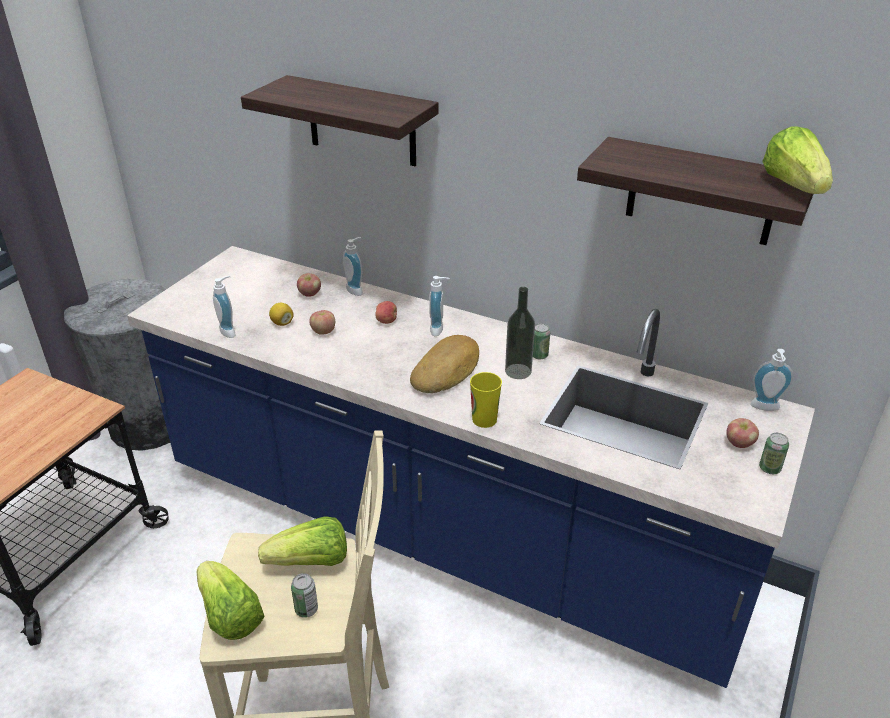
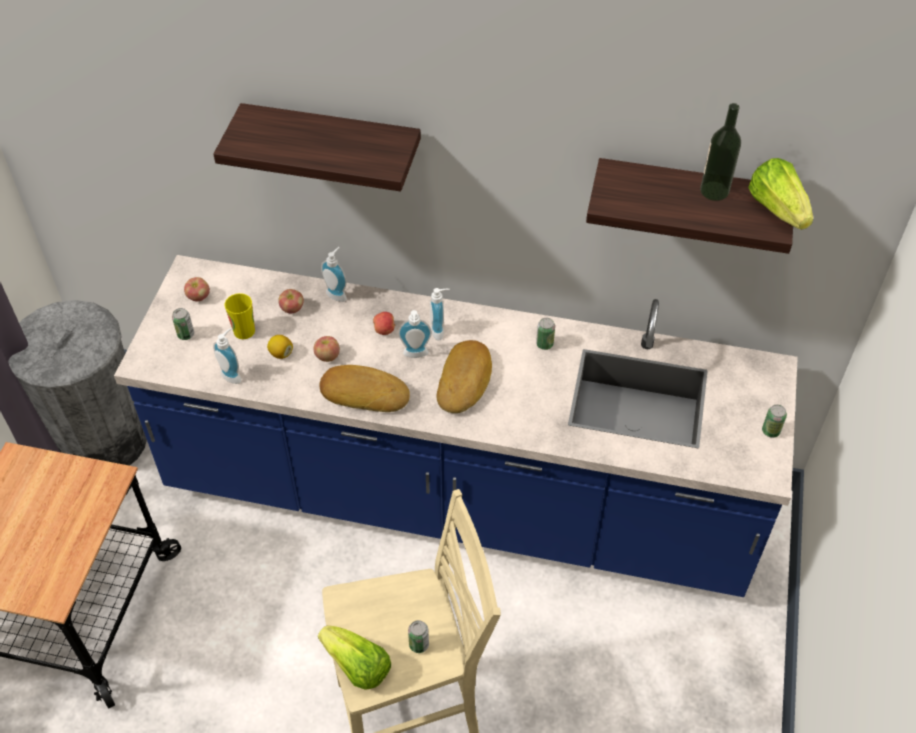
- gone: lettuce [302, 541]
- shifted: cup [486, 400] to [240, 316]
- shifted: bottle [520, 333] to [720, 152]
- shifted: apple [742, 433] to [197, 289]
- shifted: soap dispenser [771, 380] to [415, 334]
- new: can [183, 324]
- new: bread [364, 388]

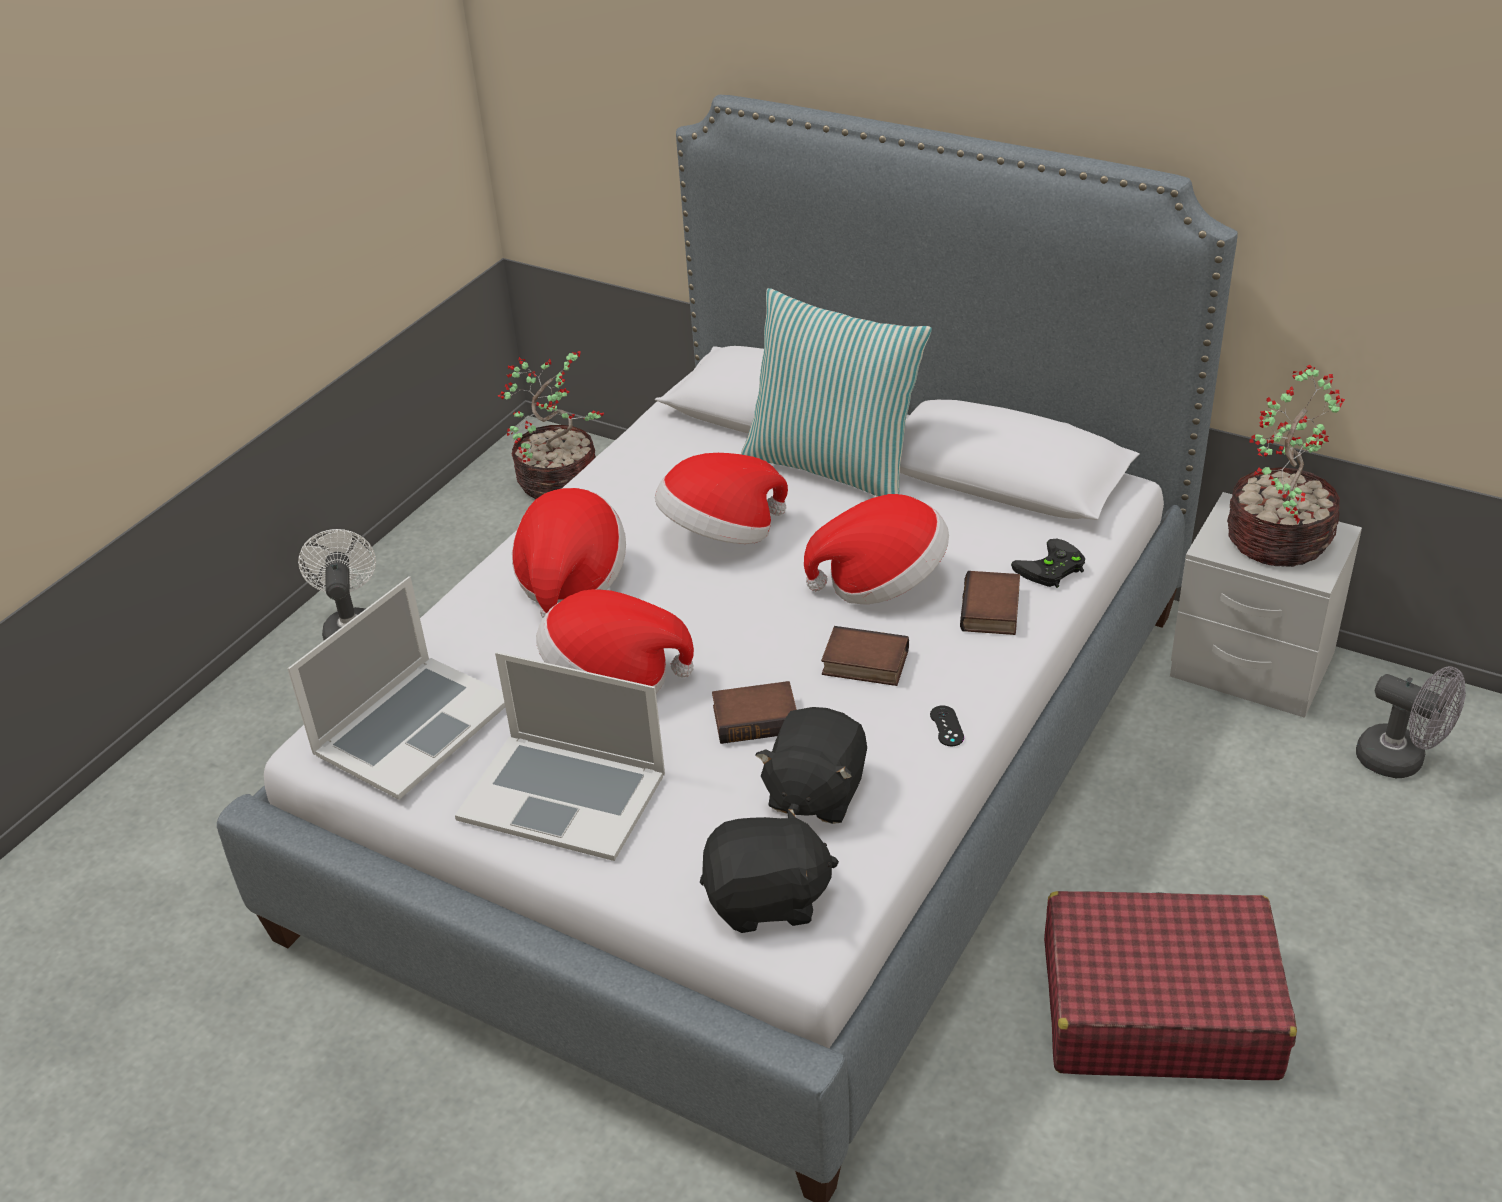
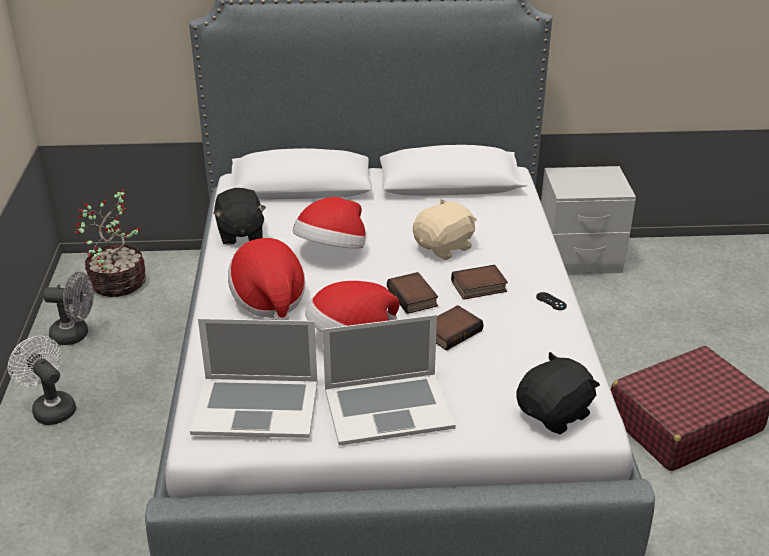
- rotated: laptop [396, 688] = [254, 378] 90 degrees clockwise
- gone: pillow [836, 392]
- shifted: plush toy (black) [811, 765] to [239, 216]
- swapped: hat [876, 549] to plush toy (beige) [445, 229]
- shifted: book [990, 603] to [412, 293]
- gone: game controller (black) [1048, 563]
- gone: potted plant [1286, 465]
- shifted: fan (grey) [1411, 722] to [68, 308]

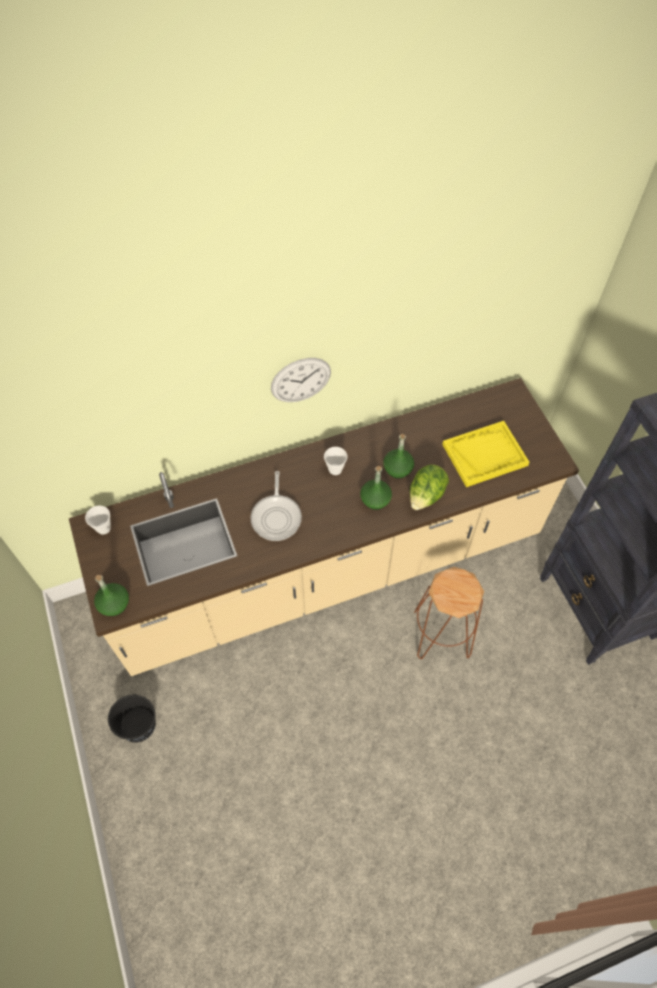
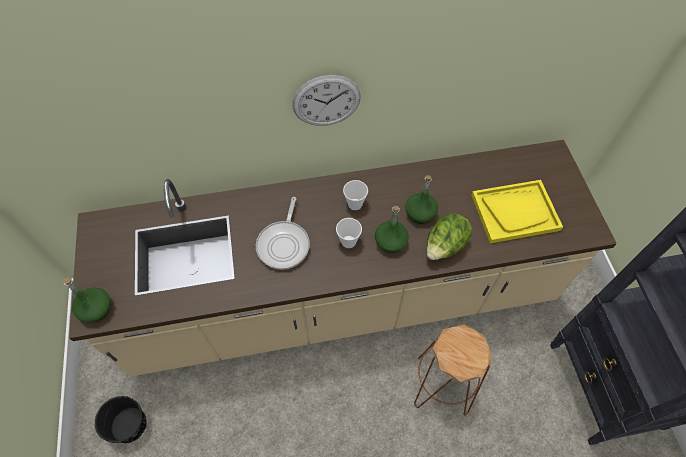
- shifted: cup [98, 520] to [349, 233]

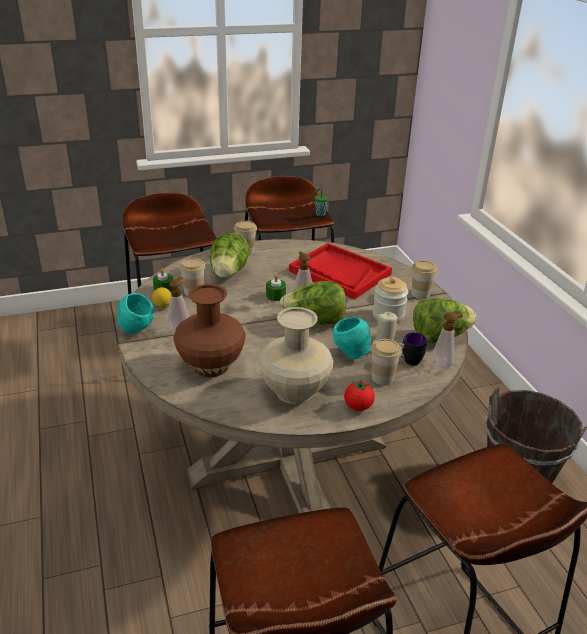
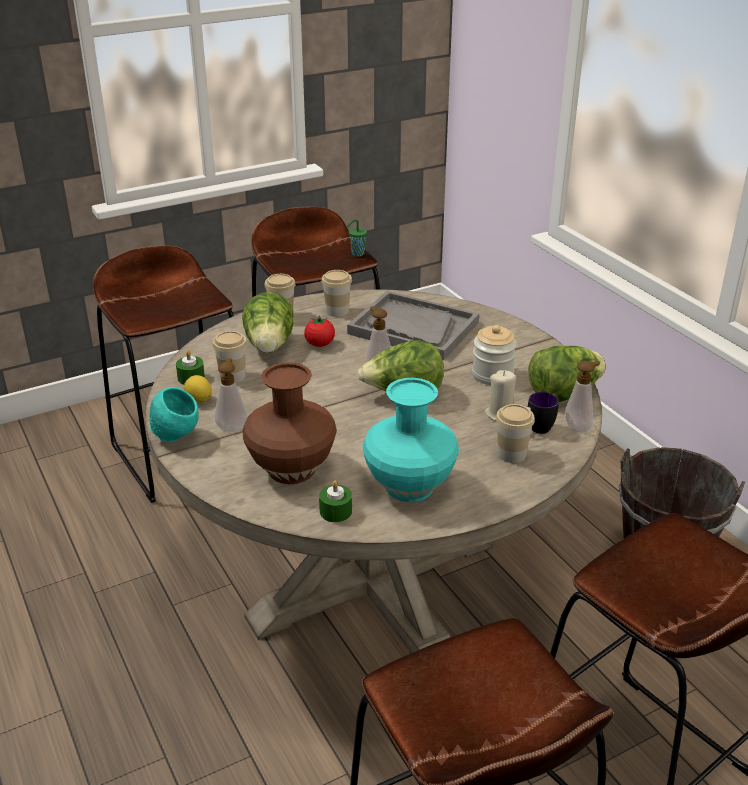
- repainted: vase (beige) [295, 355] to vase (turquoise) [410, 440]
- shifted: candle (green) [276, 288] to [335, 501]
- repainted: tray (red) [340, 271] to tray (grey) [413, 325]
- gone: bowl (turquoise) [352, 338]
- shifted: tomato [359, 395] to [319, 331]
- shifted: cup [424, 279] to [336, 293]

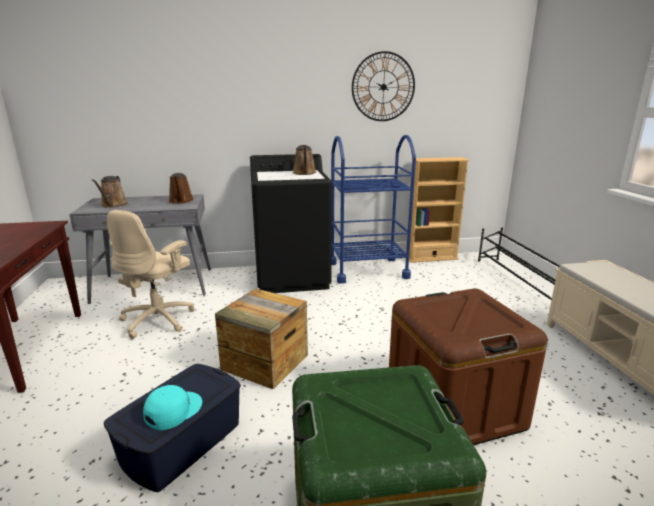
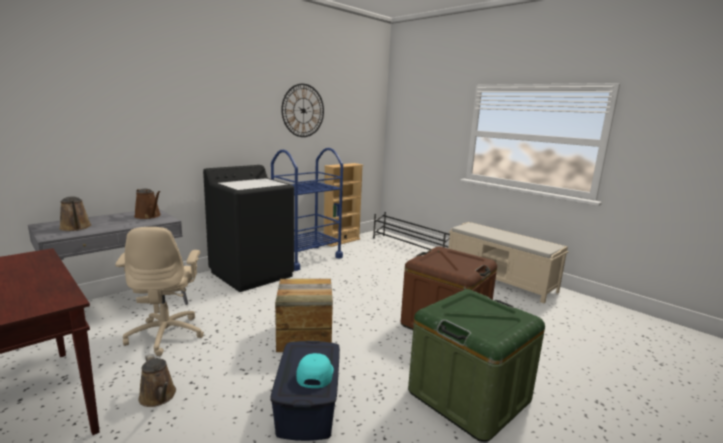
- shifted: watering can (brown) [304, 160] to [157, 380]

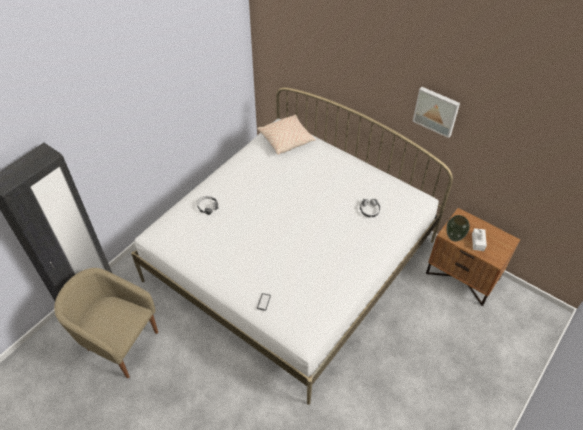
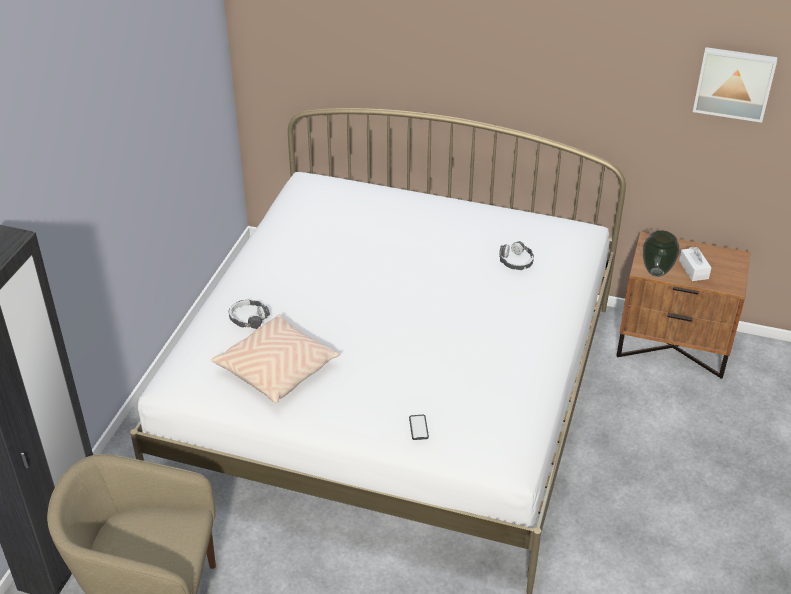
- shifted: pillow (beige) [286, 135] to [275, 358]
- shifted: picture [436, 112] to [735, 85]

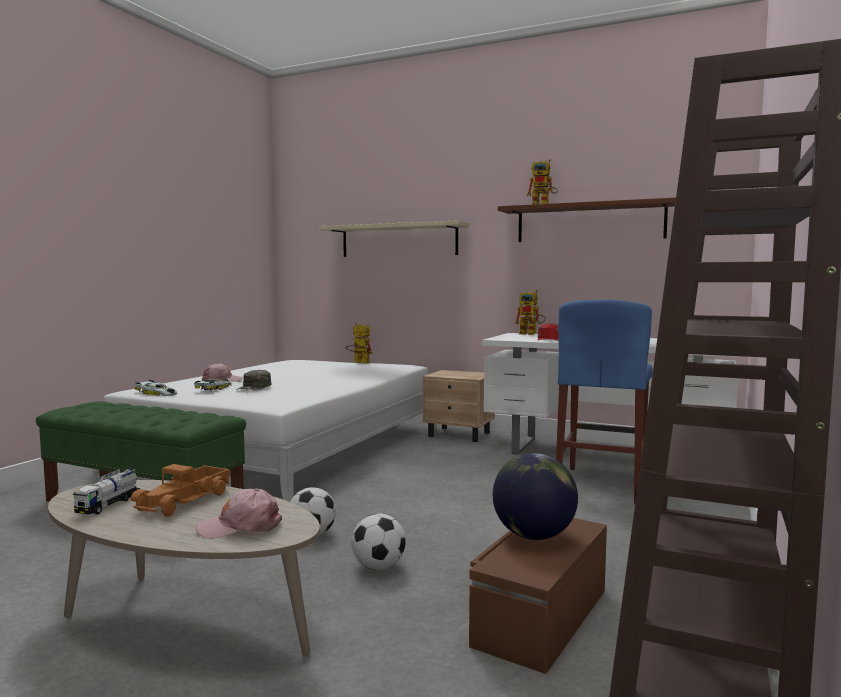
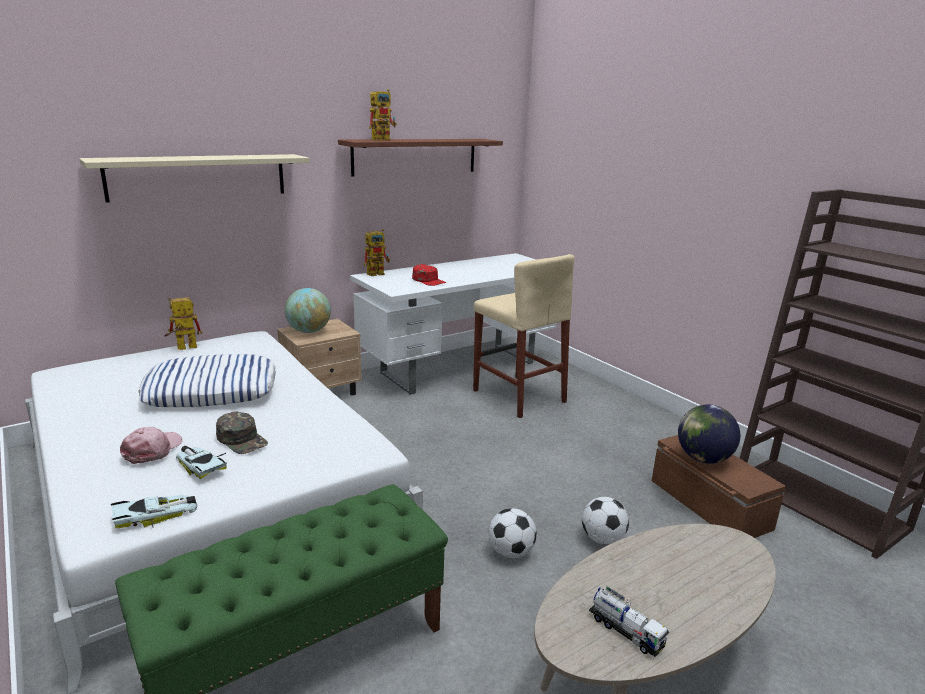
- gone: toy truck [180, 490]
- gone: cap (pink) [239, 513]
- repainted: stool (blue) [604, 402] to stool (beige) [524, 336]
- new: pillow [207, 380]
- new: globe [308, 310]

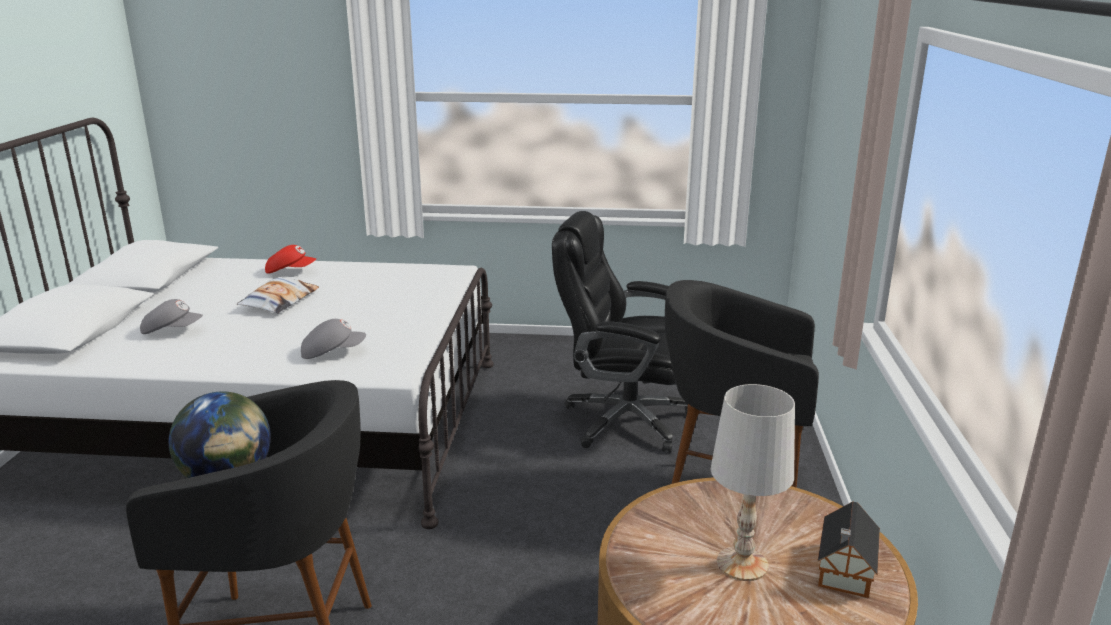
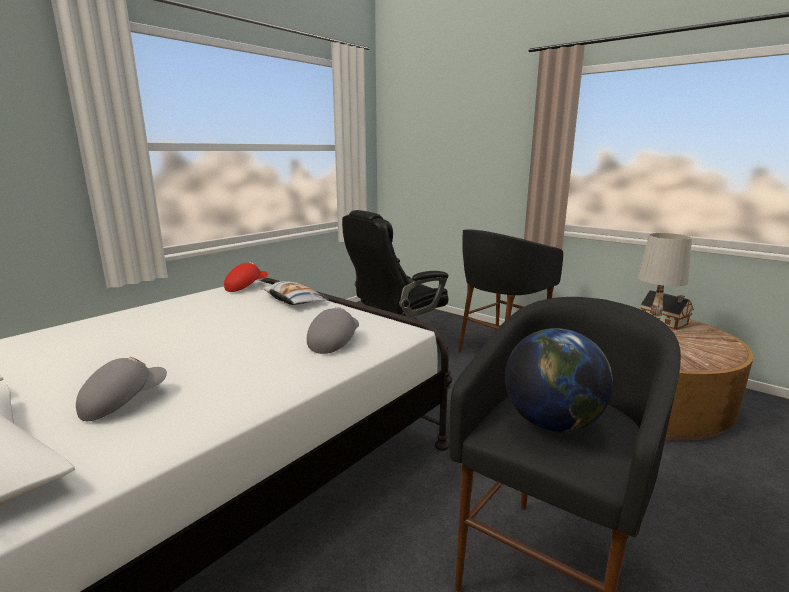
- shifted: pillow [278, 295] to [295, 293]
- shifted: cap (red) [290, 259] to [246, 277]

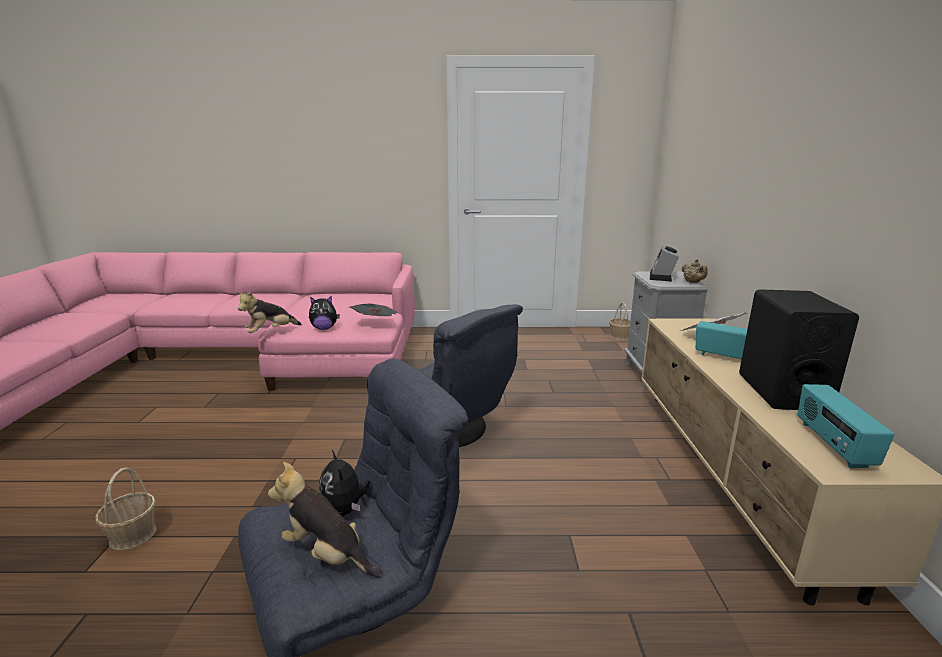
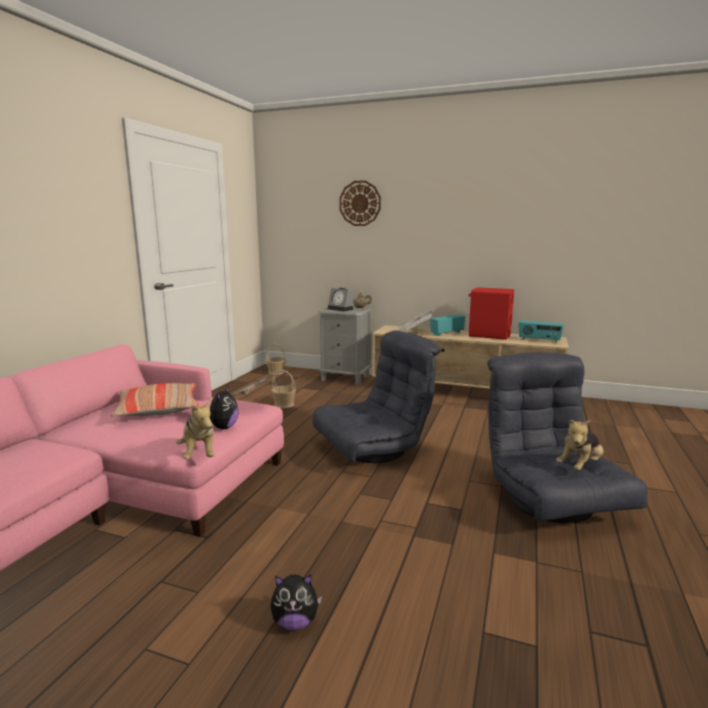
- shifted: basket [126, 509] to [283, 389]
- shifted: plush toy [344, 483] to [296, 602]
- repainted: speaker (black) [799, 349] to speaker (red) [491, 313]
- new: pillow [155, 399]
- new: wall clock [360, 203]

